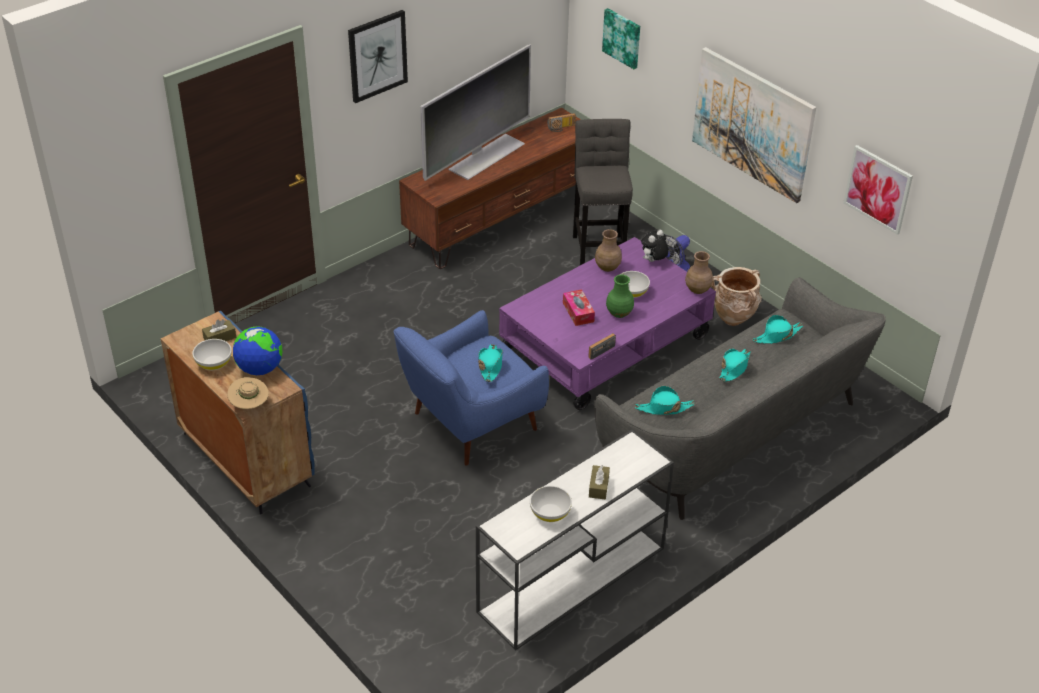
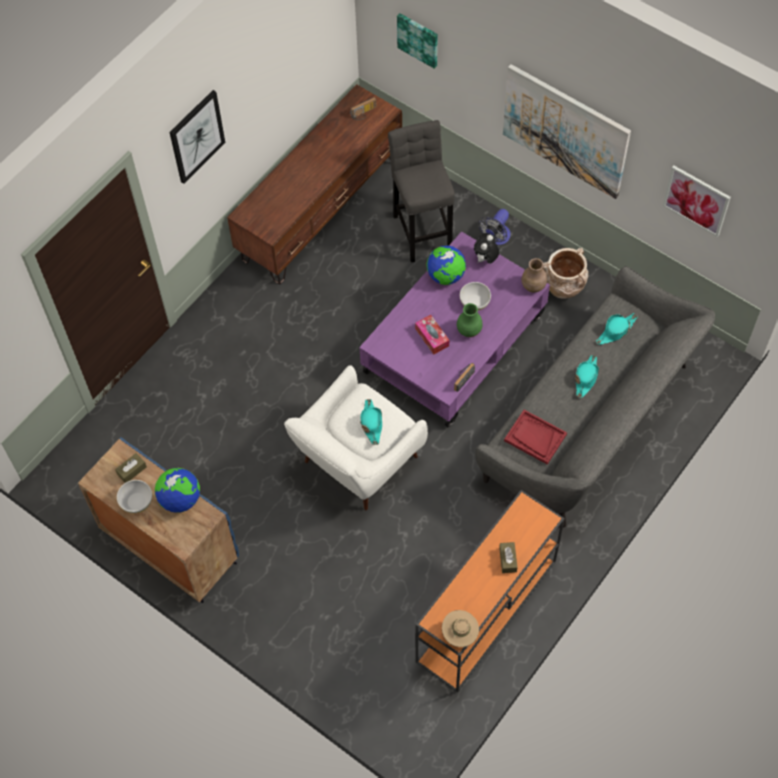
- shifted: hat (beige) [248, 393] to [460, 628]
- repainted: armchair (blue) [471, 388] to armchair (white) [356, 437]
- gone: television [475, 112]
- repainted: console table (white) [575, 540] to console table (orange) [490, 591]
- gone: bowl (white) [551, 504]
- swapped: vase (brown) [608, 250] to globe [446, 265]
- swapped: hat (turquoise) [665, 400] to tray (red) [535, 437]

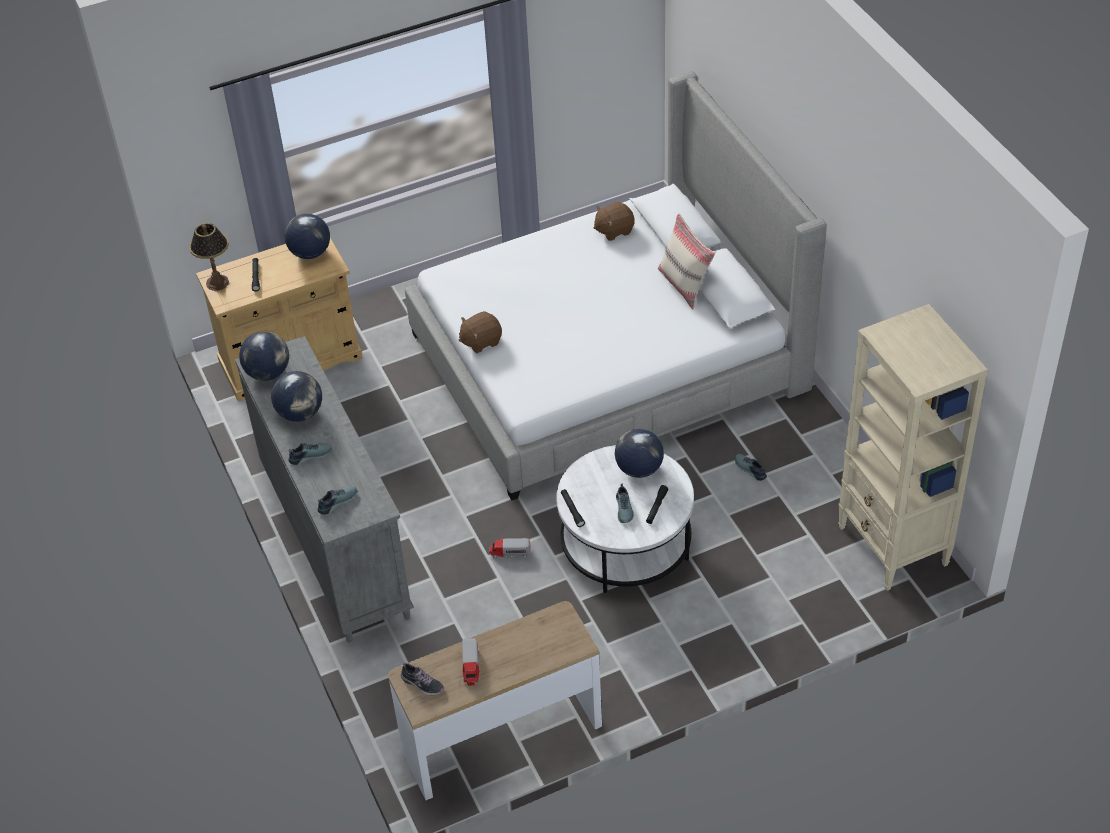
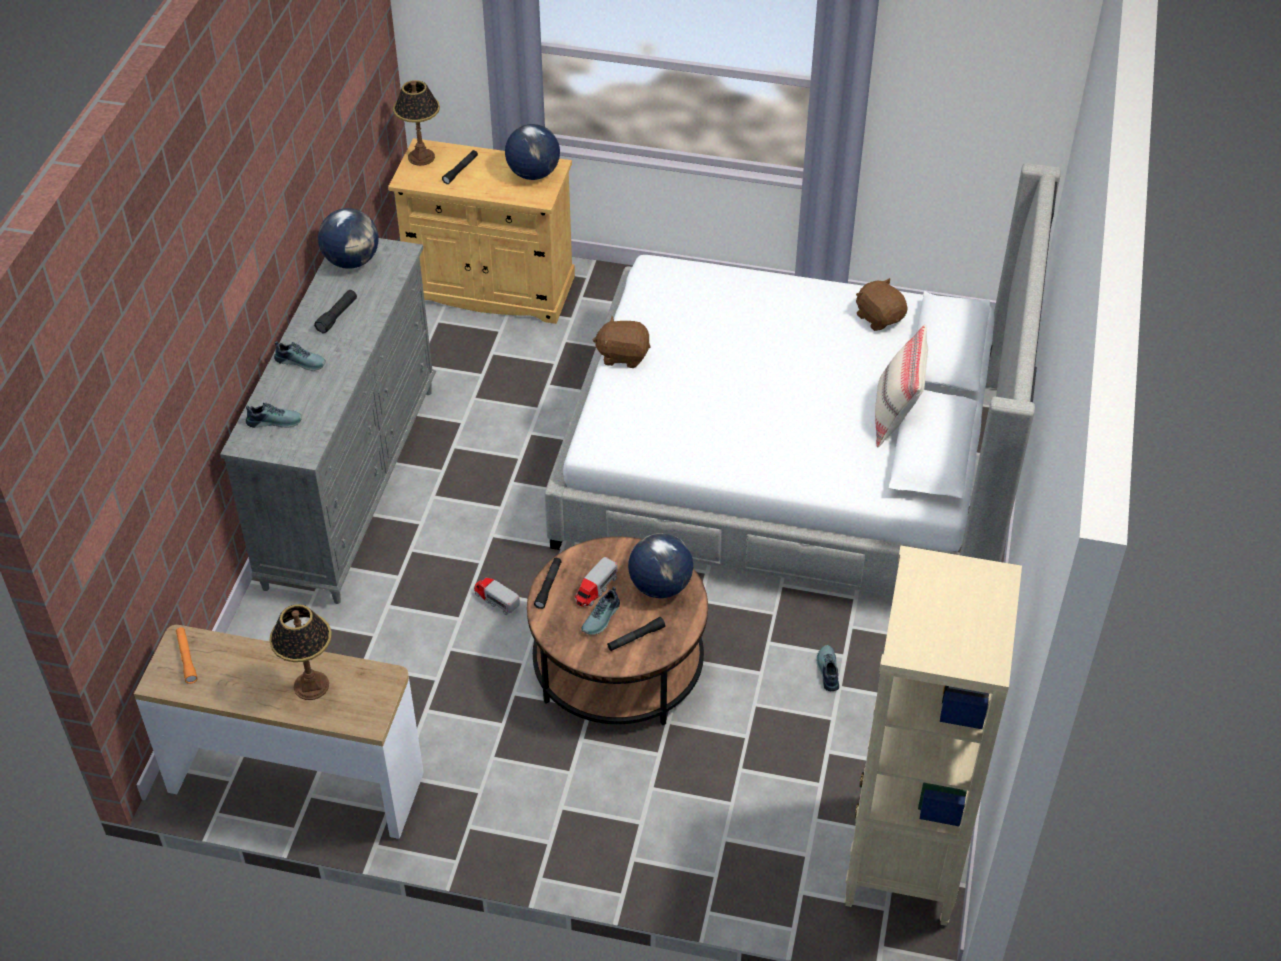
- swapped: globe [296, 396] to flashlight (black) [335, 311]
- swapped: shoe [422, 678] to flashlight (orange) [187, 655]
- shifted: toy truck [471, 662] to [596, 582]
- repainted: coffee table (white) [625, 519] to coffee table (brown) [617, 631]
- rotated: plush toy (brown) [614, 221] = [882, 304] 45 degrees clockwise
- new: table lamp [300, 652]

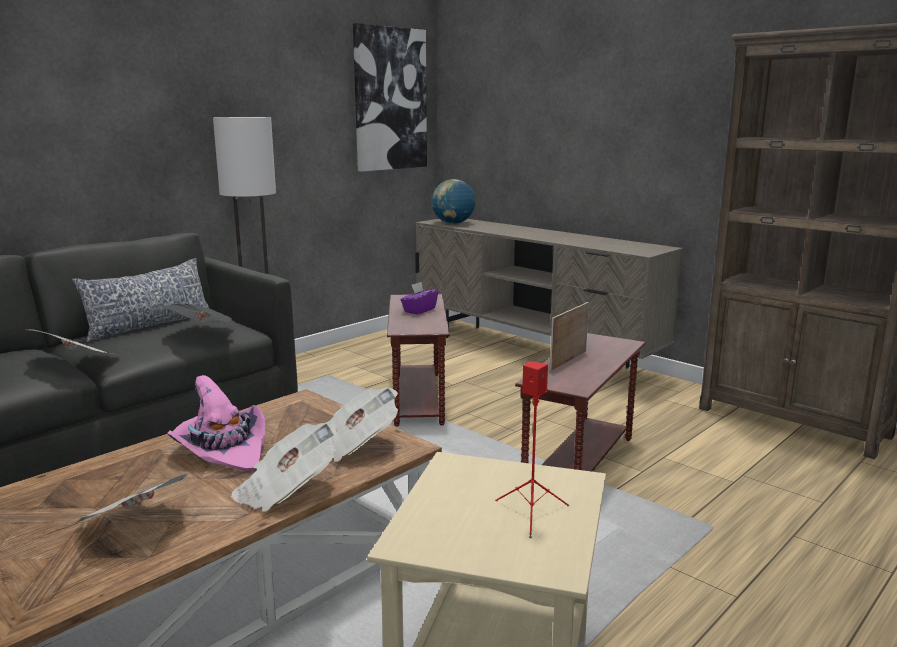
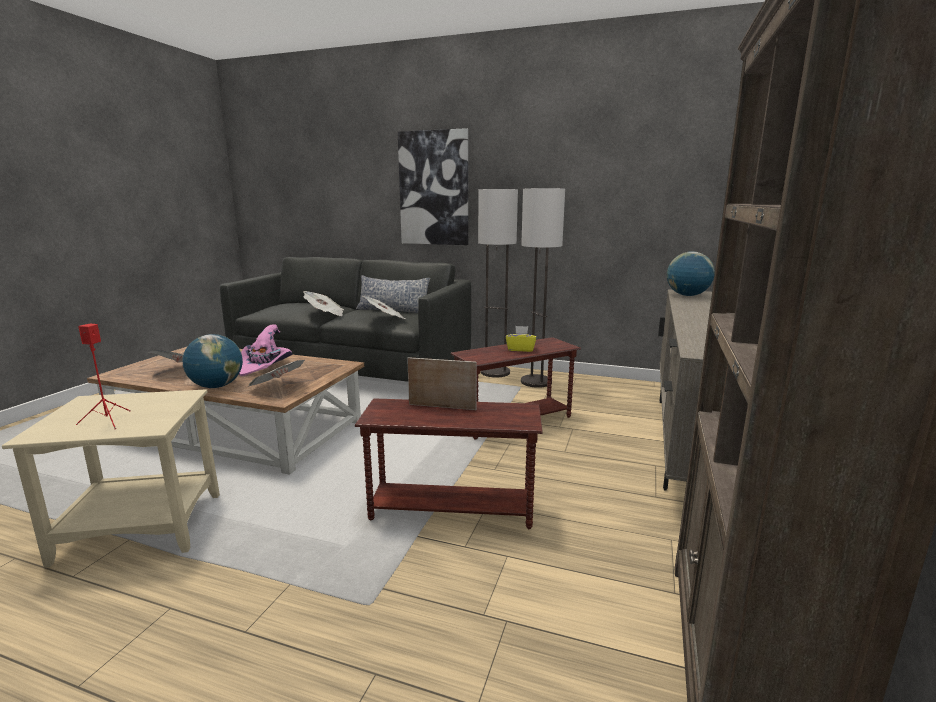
- swapped: newspaper [284, 467] to globe [212, 361]
- shifted: picture [390, 97] to [433, 186]
- repainted: tissue box (purple) [419, 298] to tissue box (yellow) [521, 339]
- new: floor lamp [543, 288]

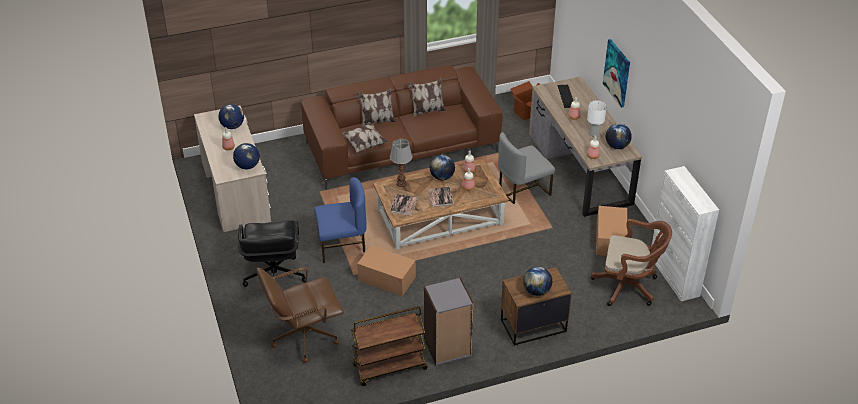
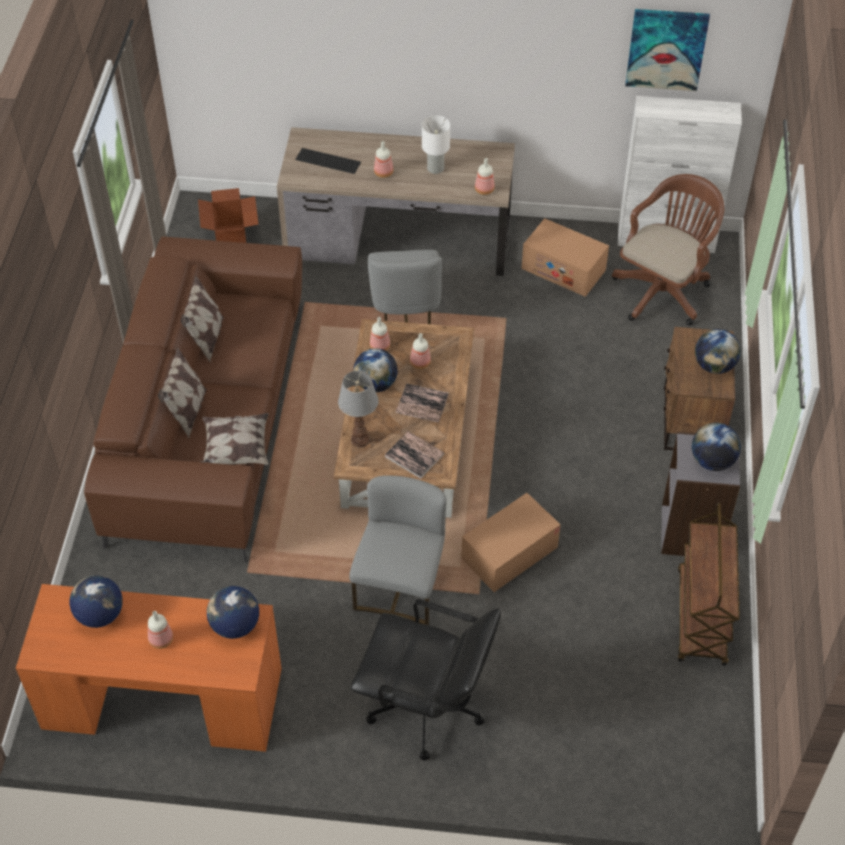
- repainted: desk (beige) [232, 168] to desk (orange) [149, 668]
- gone: office chair (brown) [299, 315]
- repainted: chair (blue) [340, 220] to chair (grey) [398, 550]
- shifted: picture [616, 73] to [667, 50]
- shifted: globe [619, 136] to [716, 447]

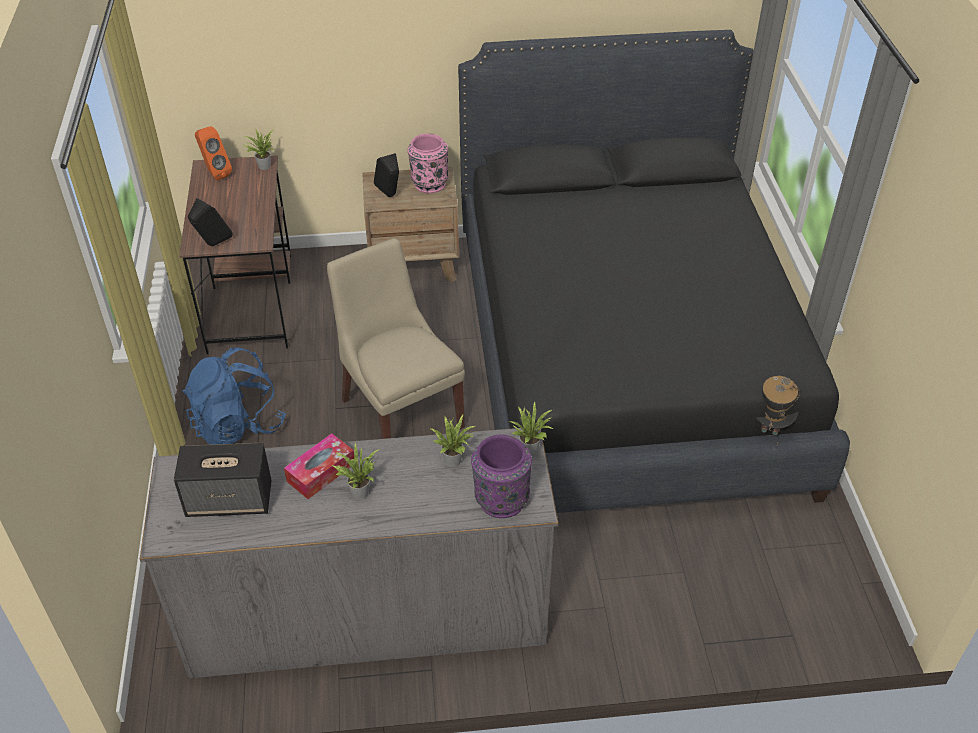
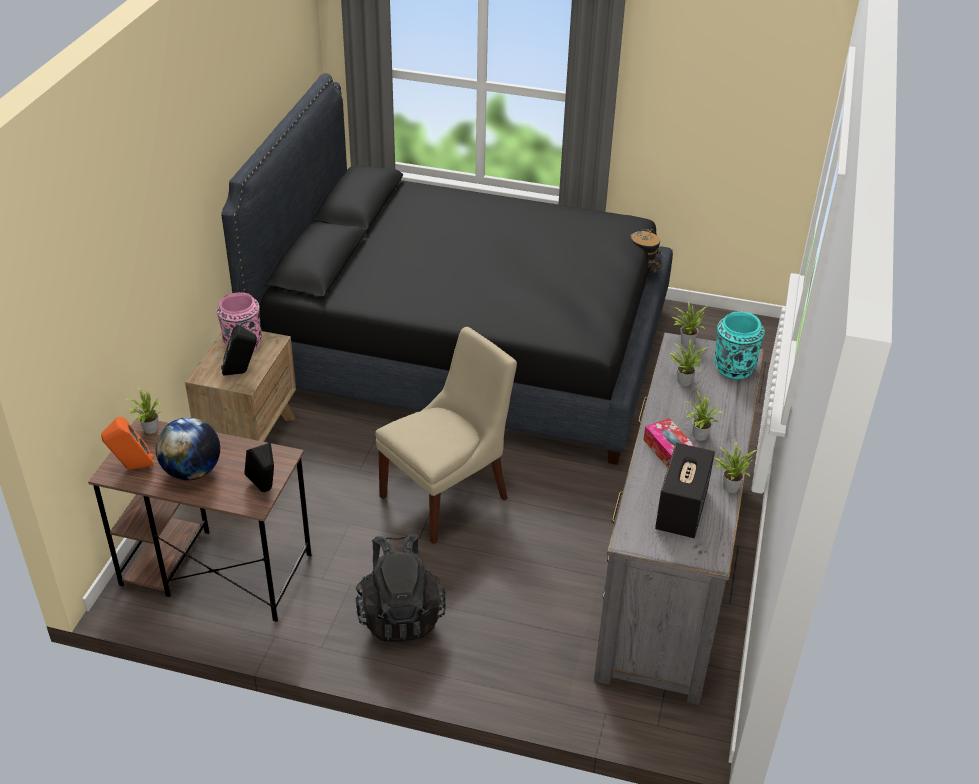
- repainted: backpack (blue) [234, 396] to backpack (black) [401, 588]
- rotated: chair (beige) [396, 338] = [446, 435] 150 degrees clockwise
- repainted: vase (purple) [501, 476] to vase (turquoise) [739, 345]
- new: globe [188, 448]
- new: potted plant [735, 467]

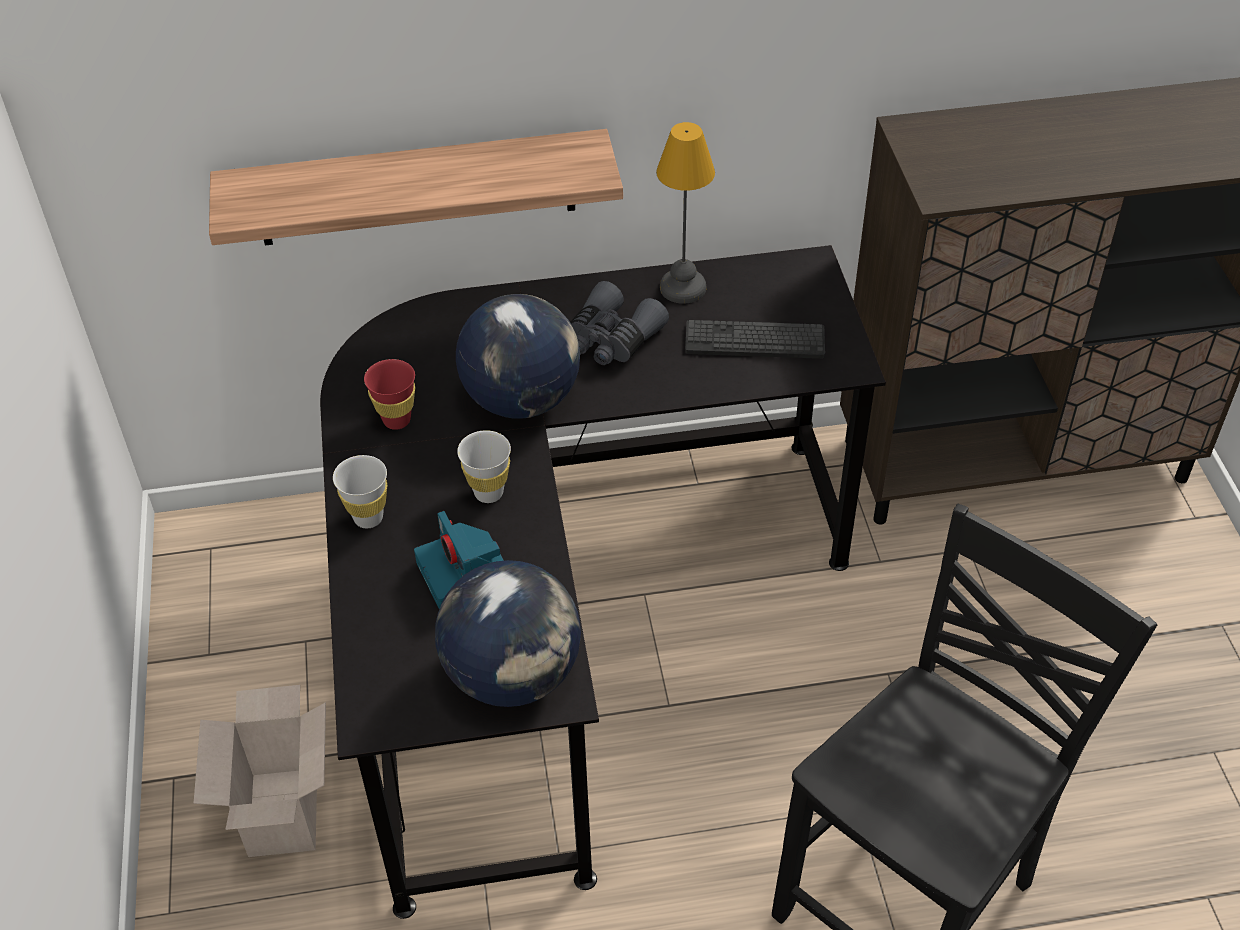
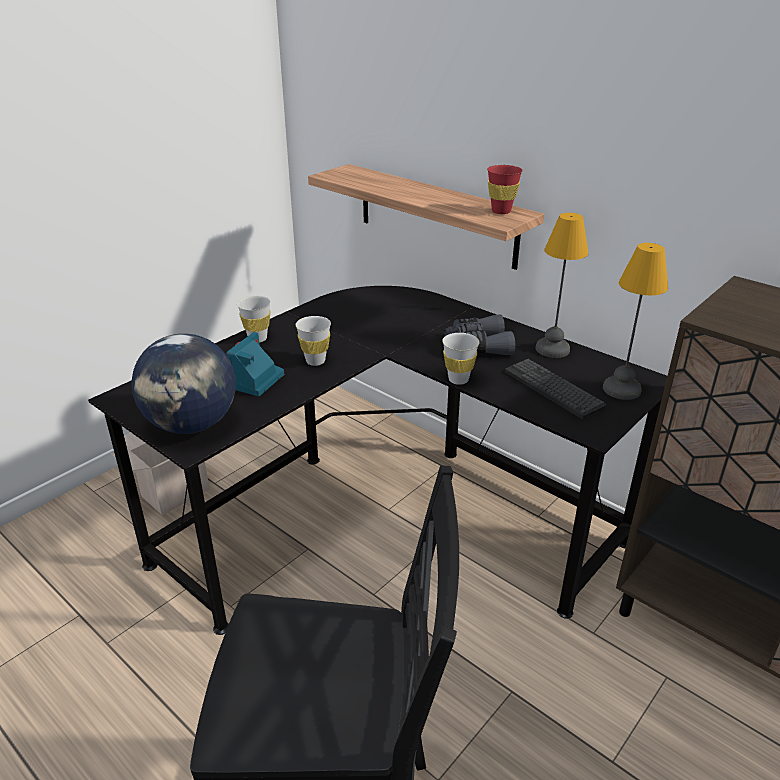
- shifted: cup (red) [389, 394] to [505, 189]
- gone: globe [518, 356]
- new: cup (white) [460, 359]
- new: table lamp [635, 321]

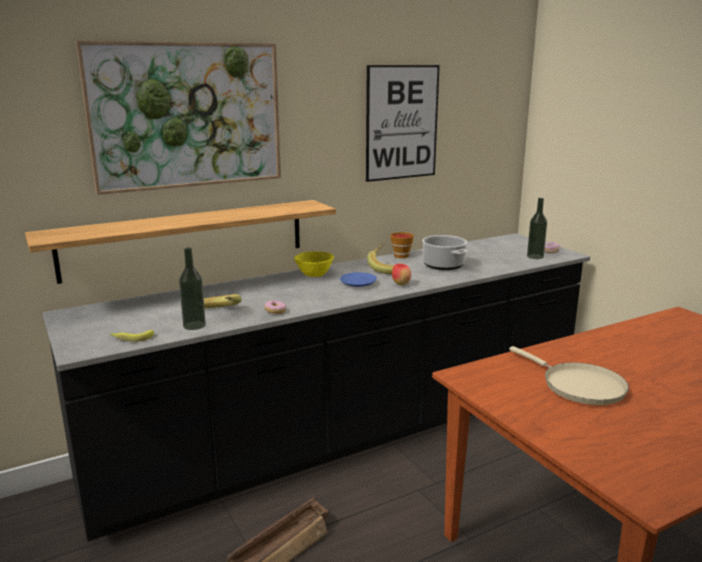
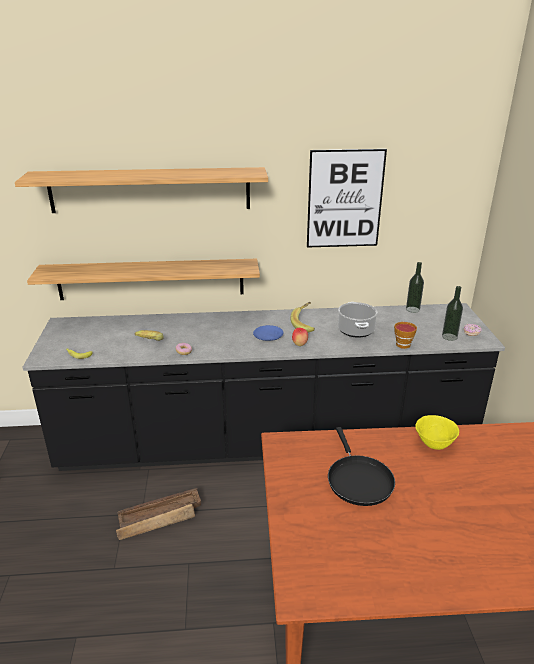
- swapped: picture [178, 118] to shelf [141, 190]
- shifted: bottle [192, 288] to [415, 287]
- shifted: bowl (yellow) [314, 264] to [437, 432]
- shifted: cup [402, 245] to [405, 335]
- repainted: frying pan (beige) [569, 375] to frying pan (black) [361, 466]

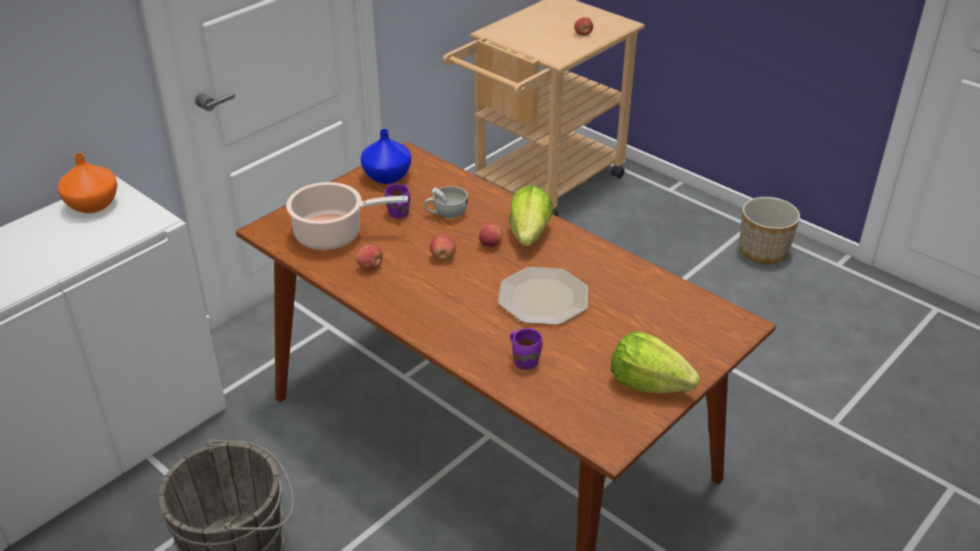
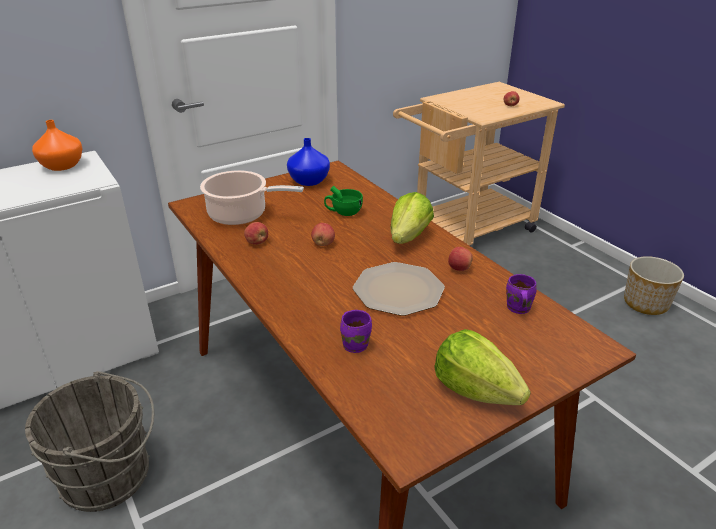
- shifted: mug (purple) [397, 201] to [521, 294]
- repainted: cup (white) [446, 202] to cup (green) [343, 201]
- shifted: apple [490, 235] to [460, 259]

